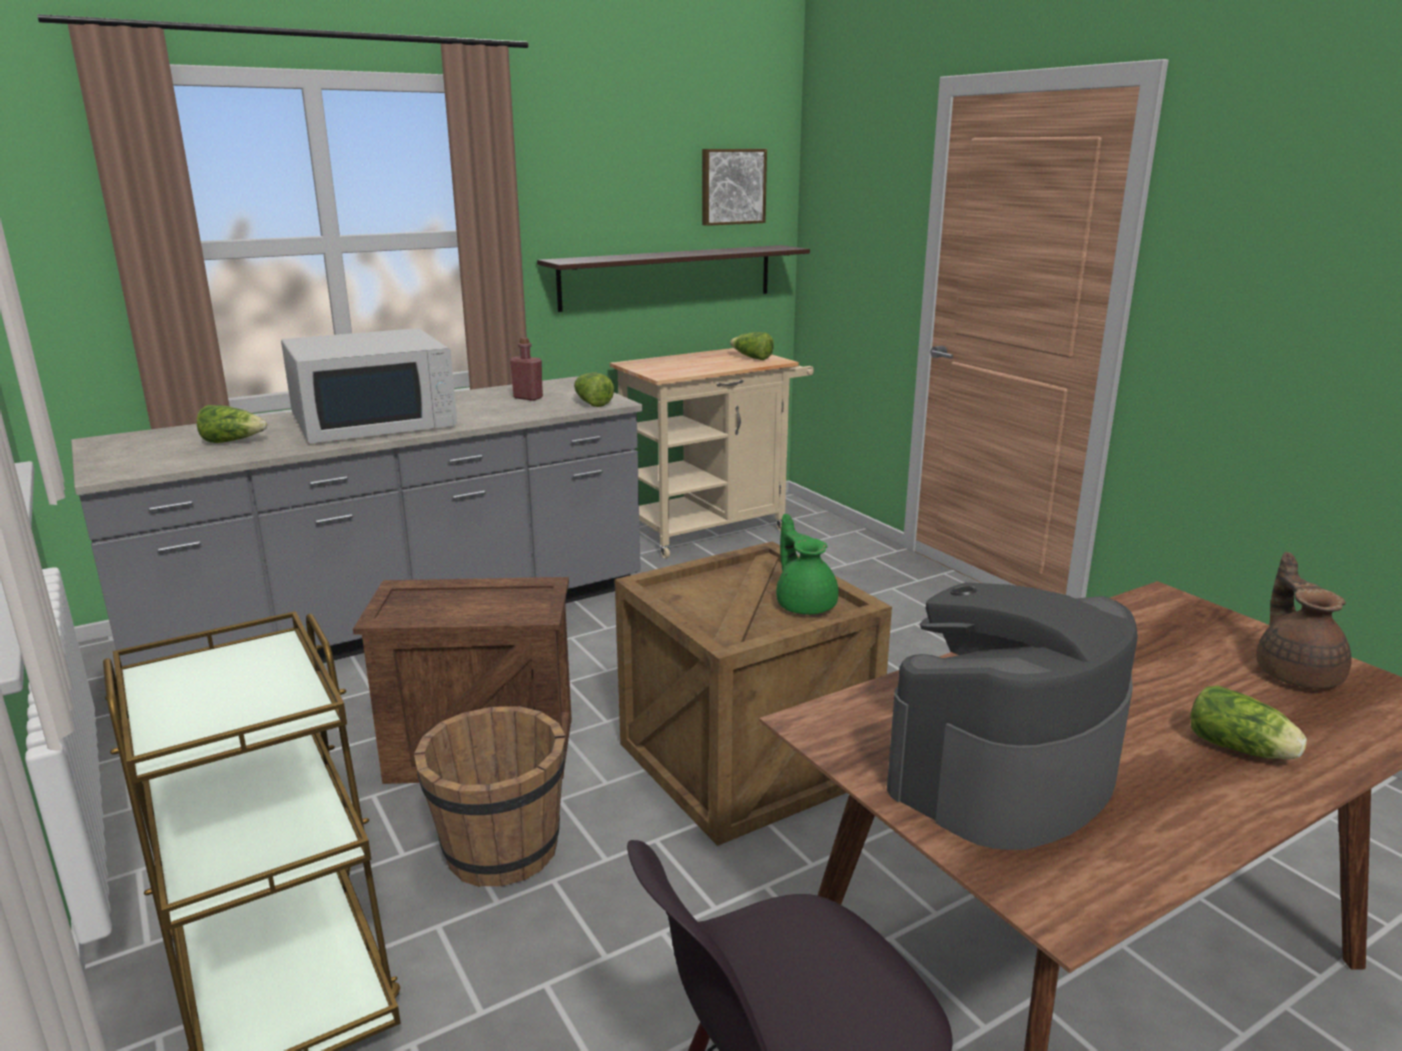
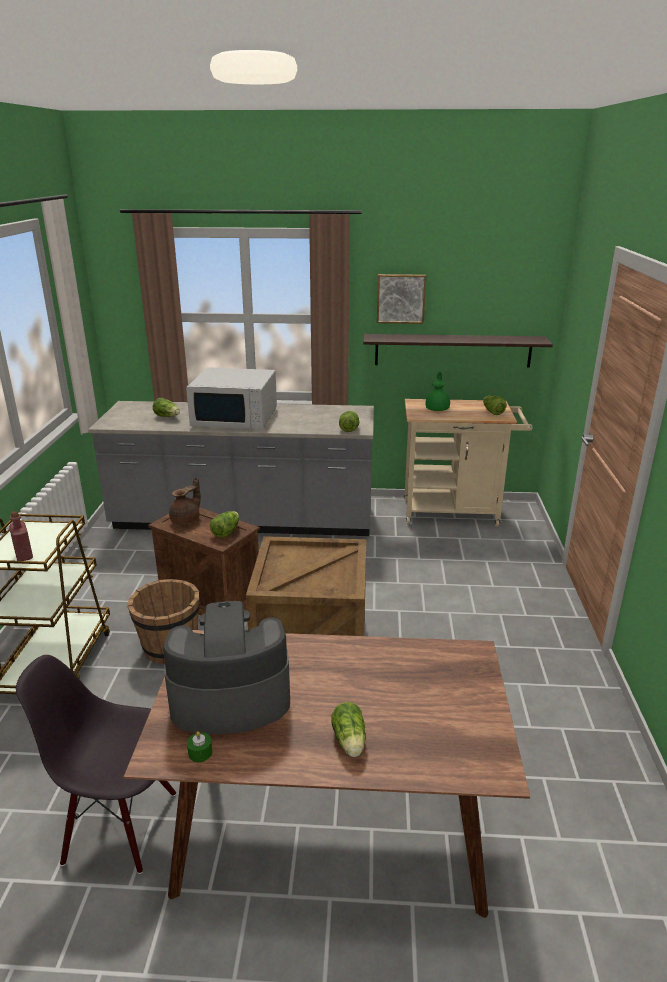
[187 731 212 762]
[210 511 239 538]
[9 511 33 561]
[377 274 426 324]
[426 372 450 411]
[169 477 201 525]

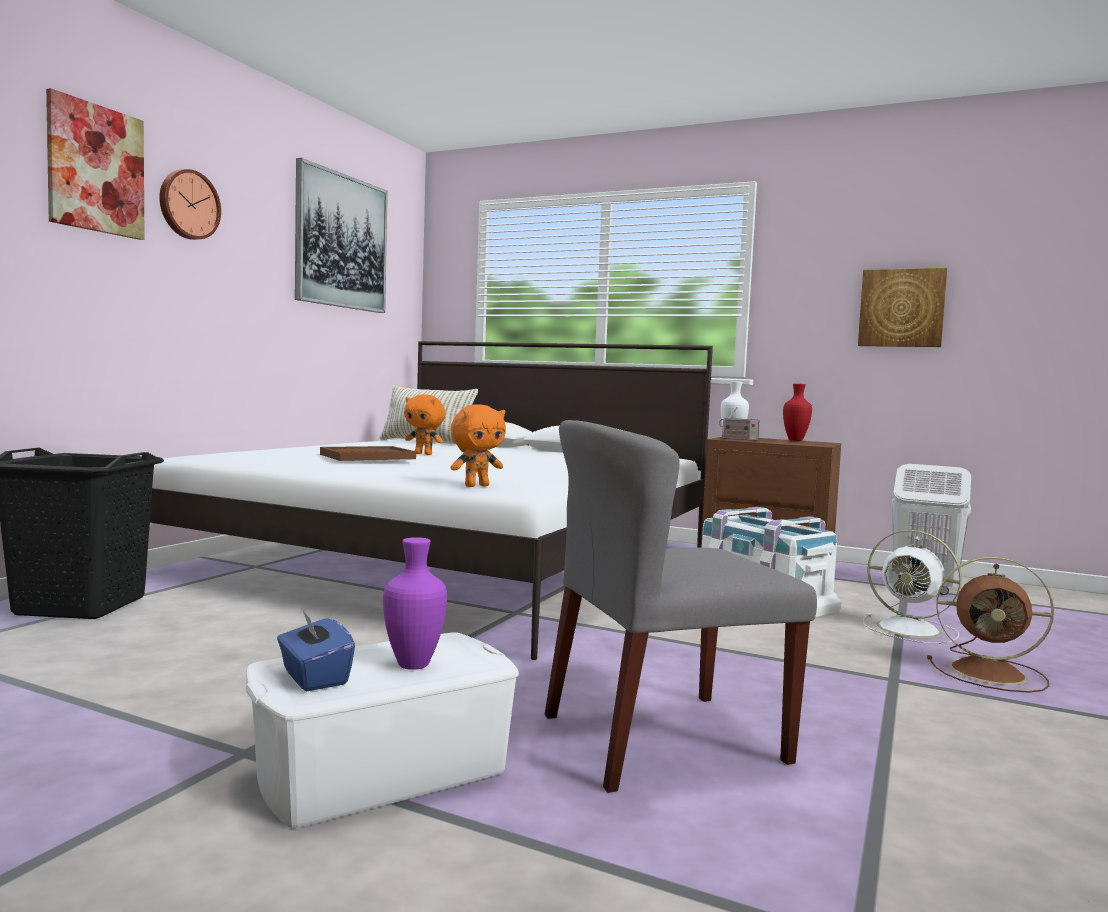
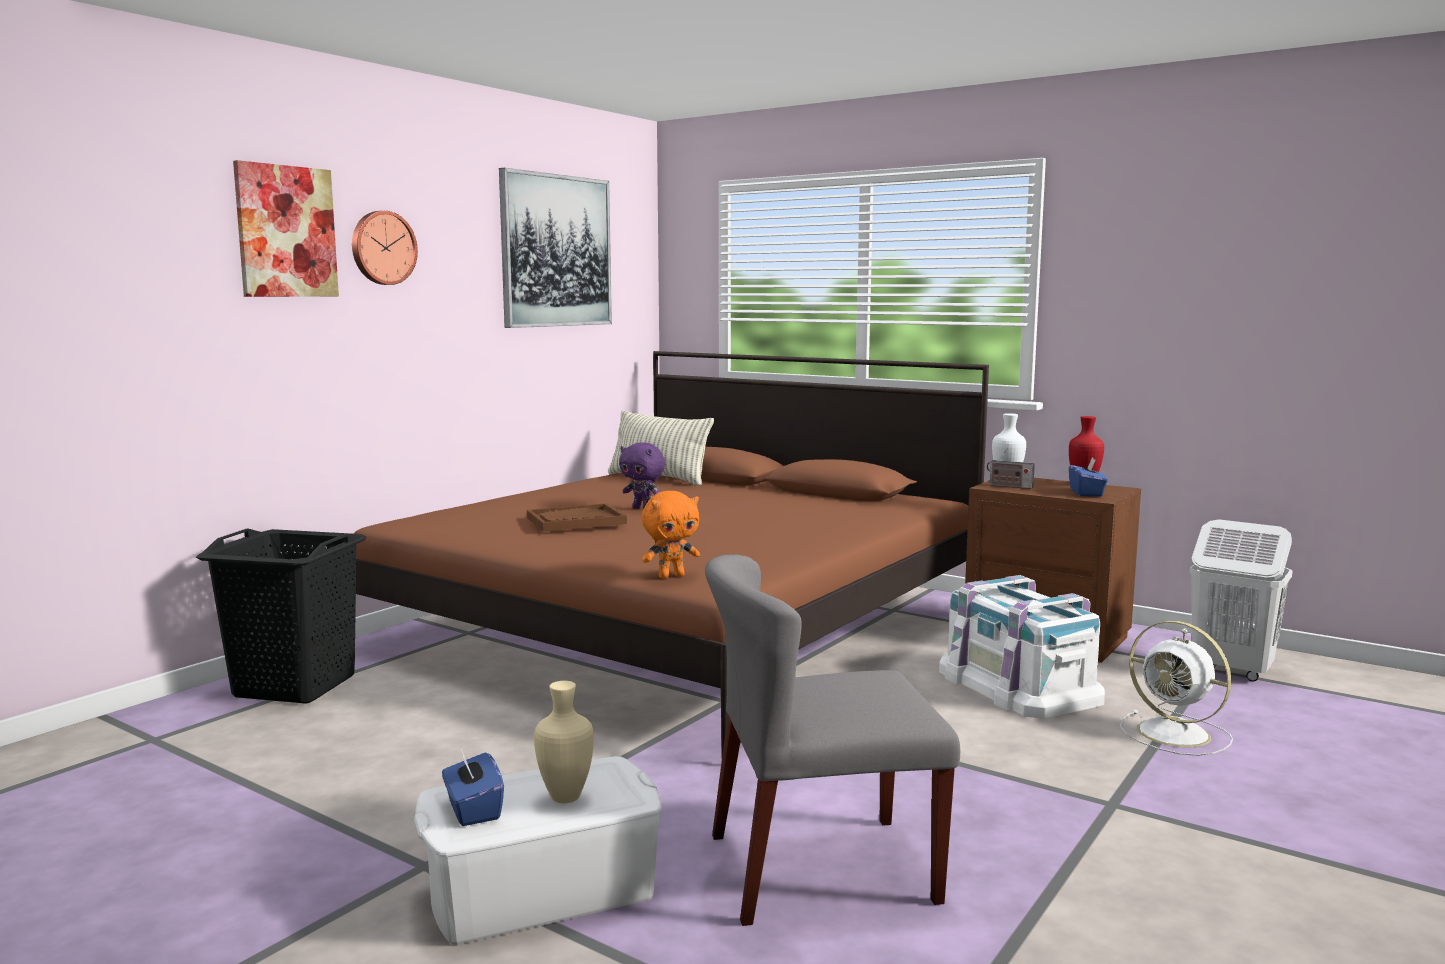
[858 268 948 347] (first image)
[927 557 1054 693] (first image)
[1069 458 1108 497]
[354 351 989 755]
[534 681 594 803]
[619 442 665 509]

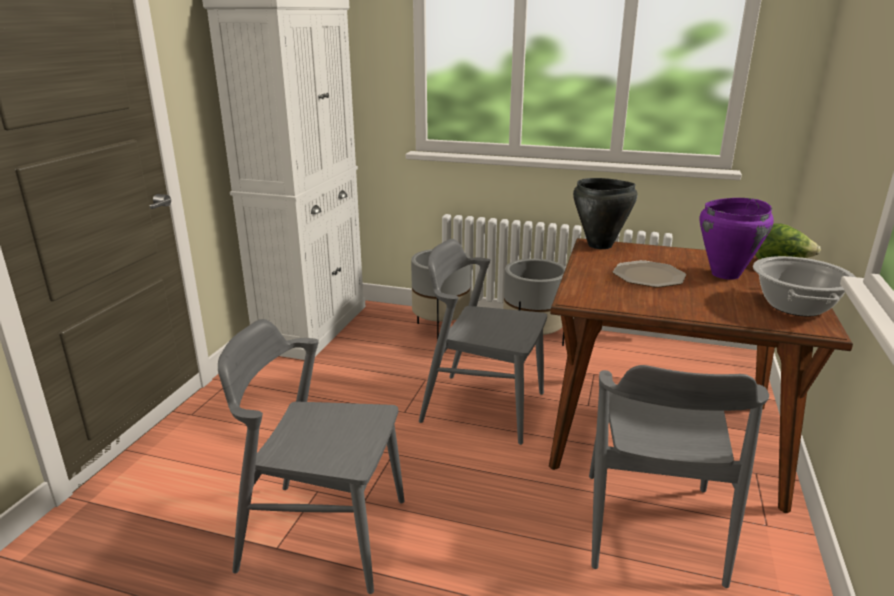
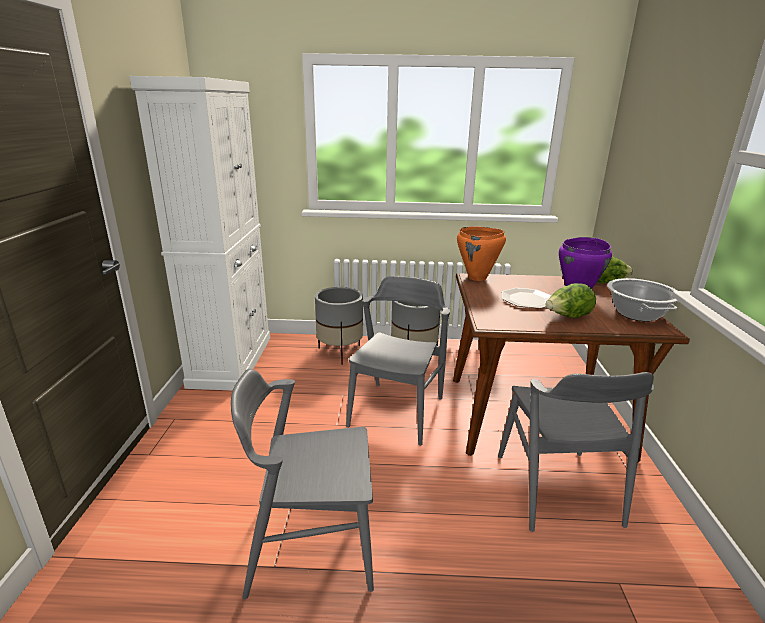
[546 283 596 318]
[457 226 506 281]
[346 276 450 446]

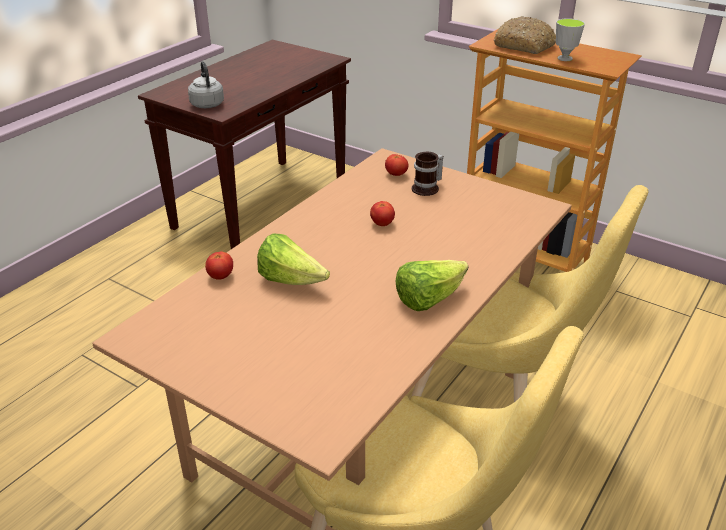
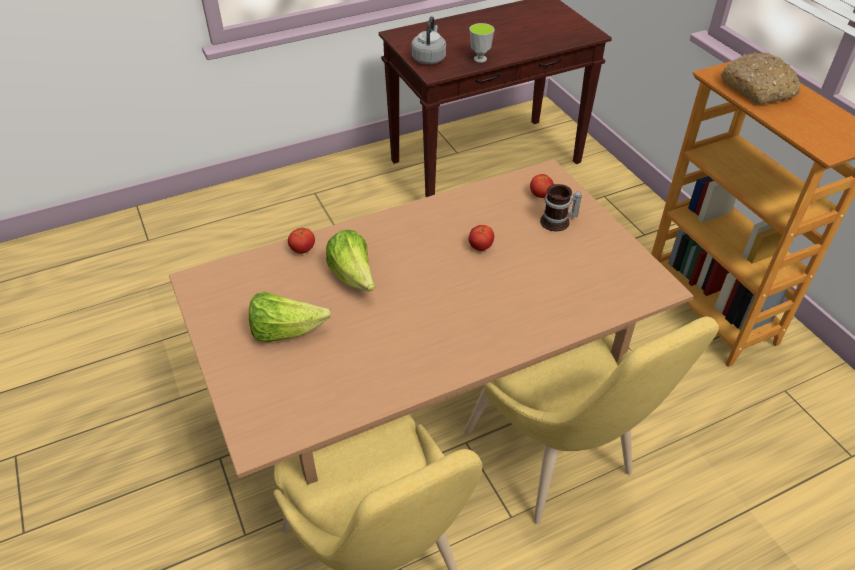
[249 292 331 342]
[470 23 494 63]

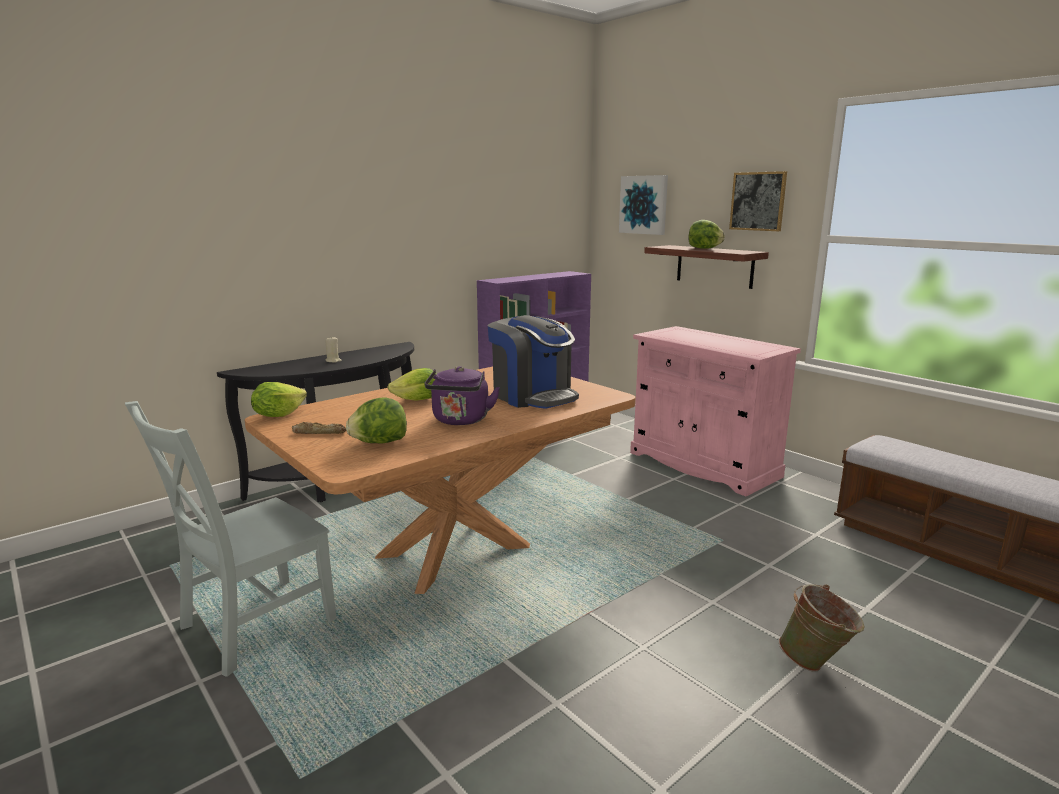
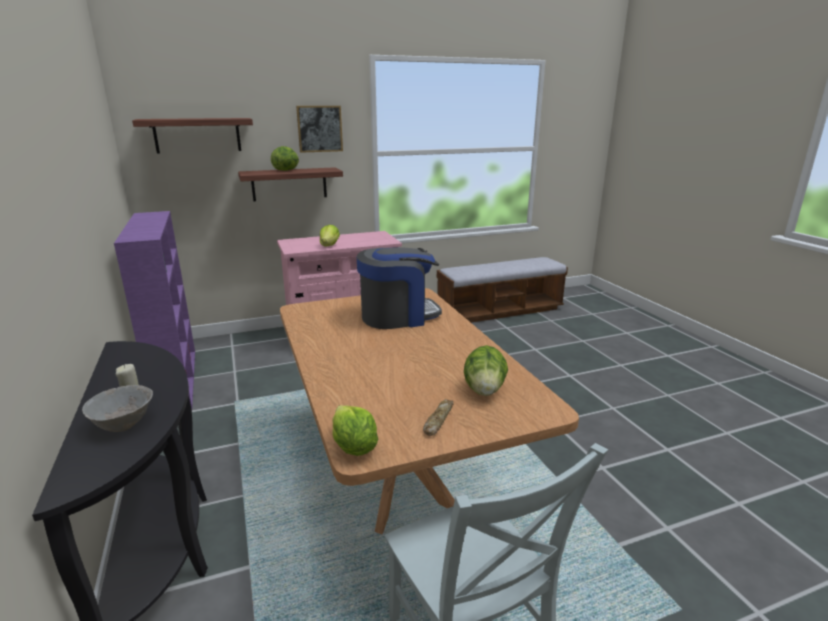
[425 366 500 425] (first image)
[779 584 865 672] (first image)
[82 385 153 432]
[320 225 340 246]
[132 118 253 153]

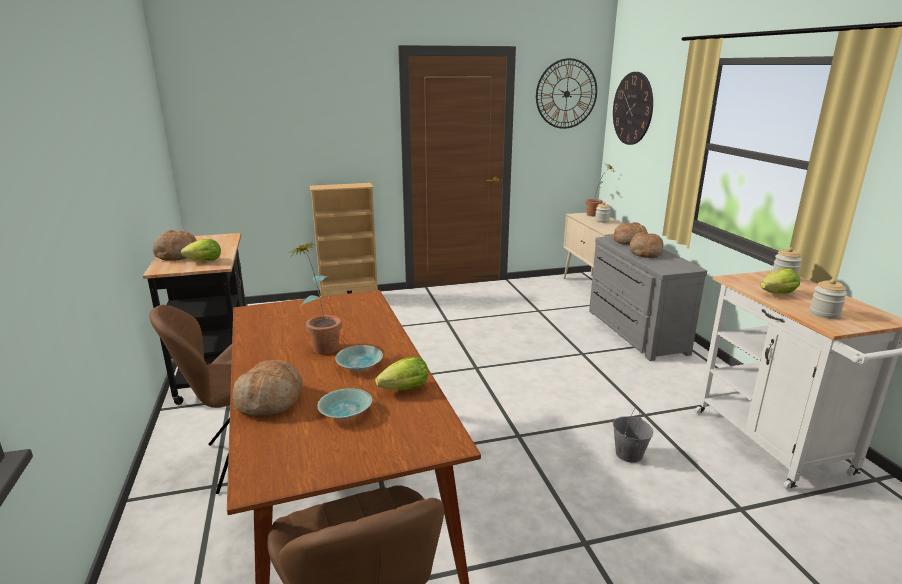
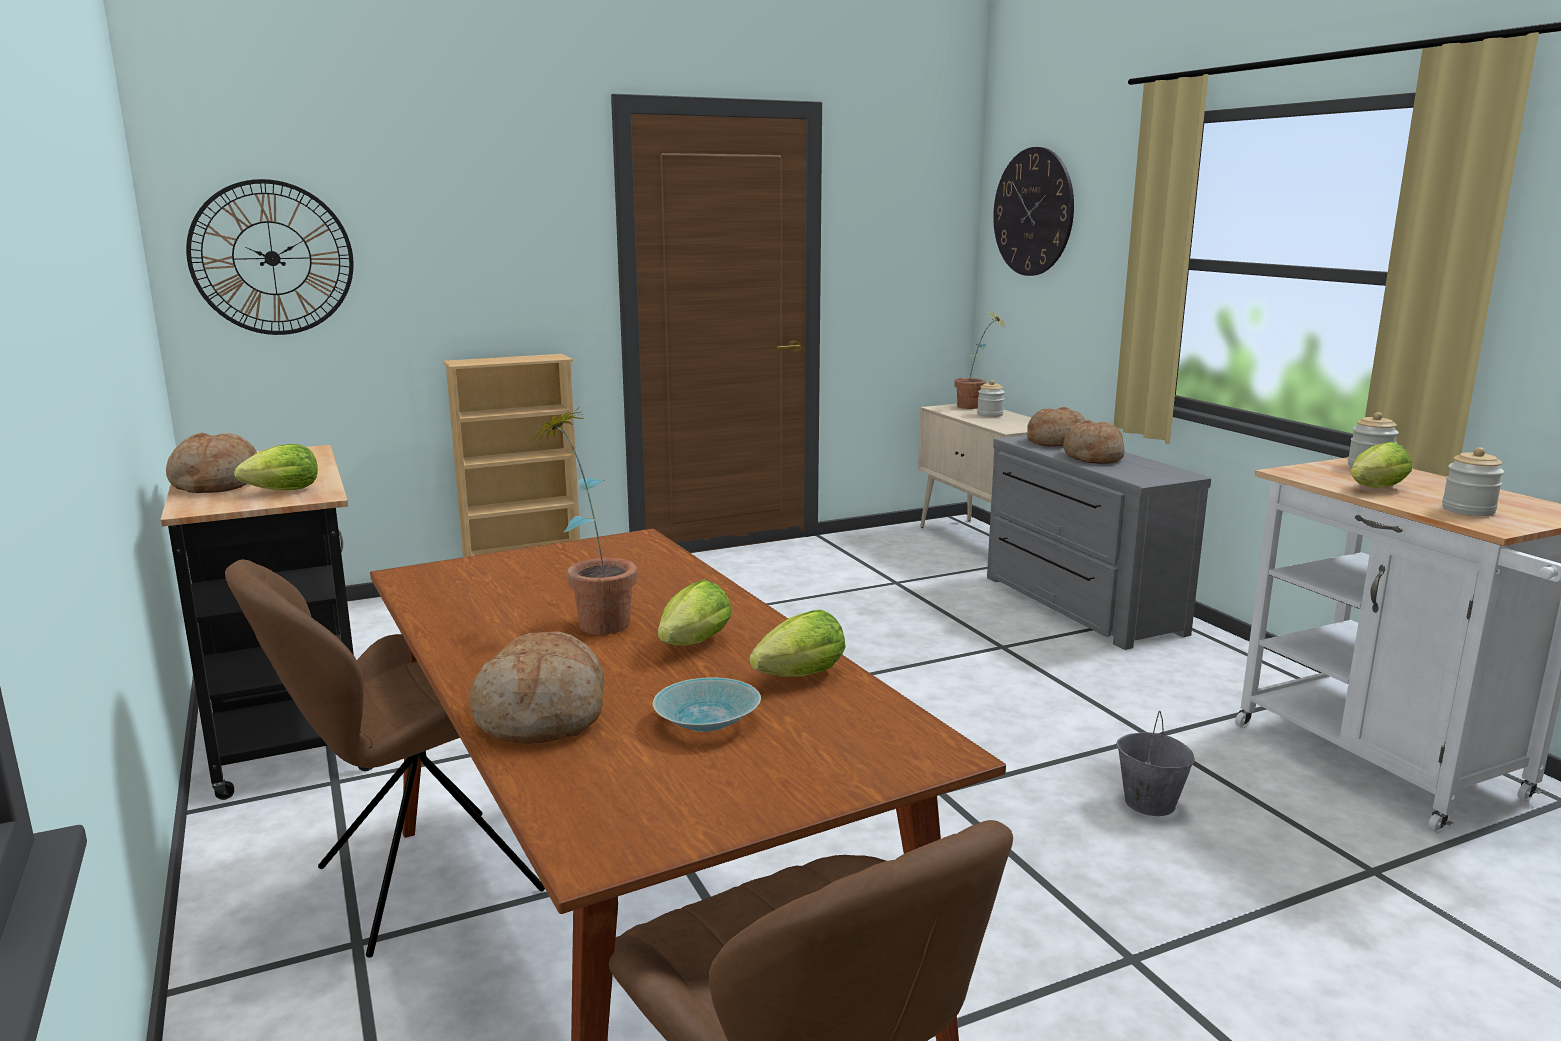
[186 179 354 335]
[658 579 732 646]

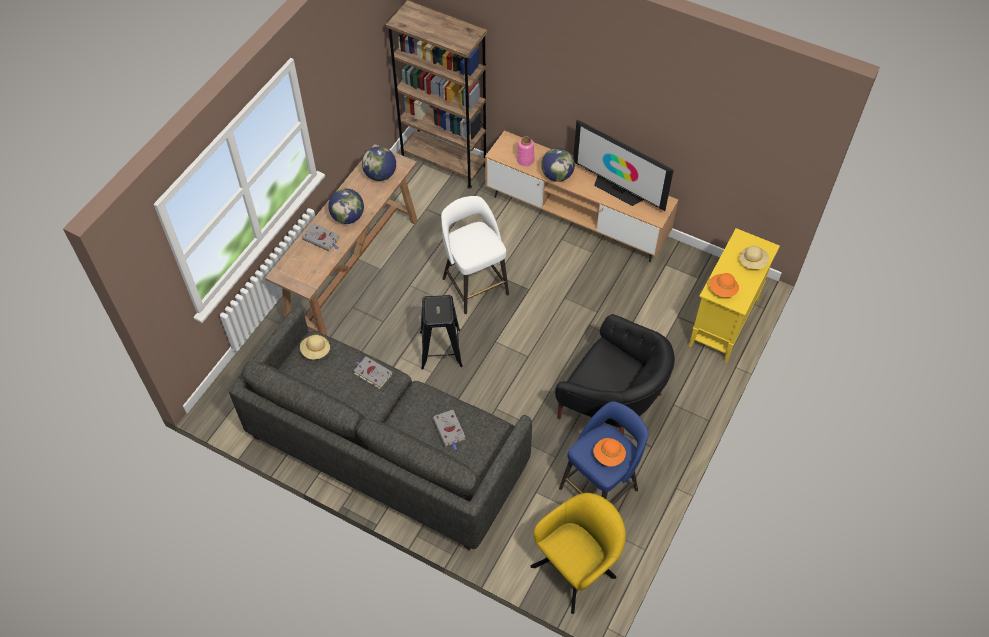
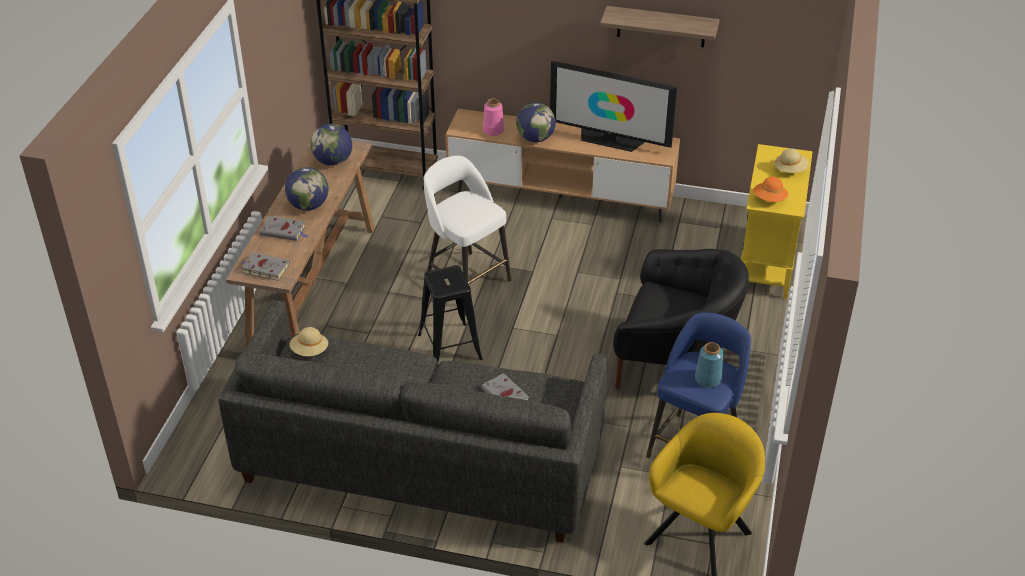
[600 6 720 47]
[241 253 290 281]
[695 342 723 387]

